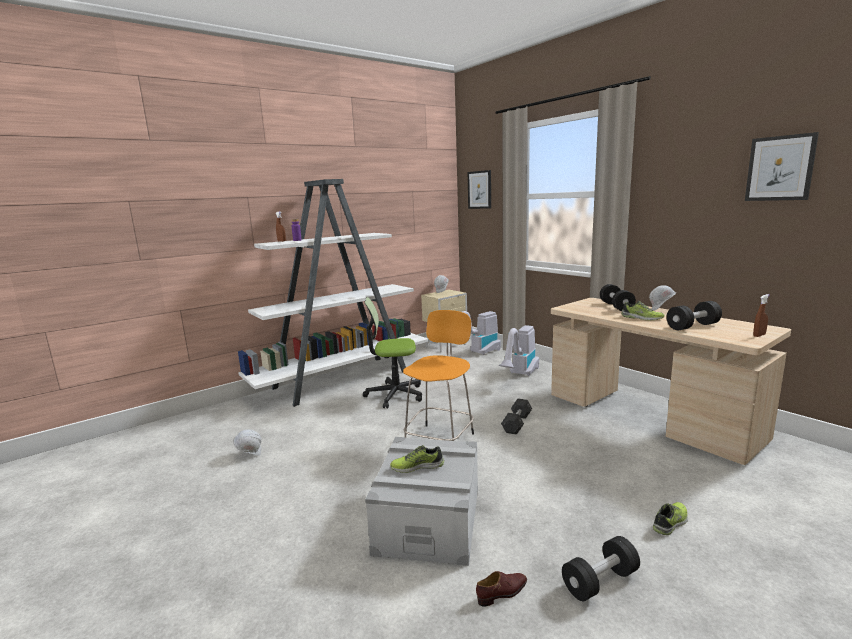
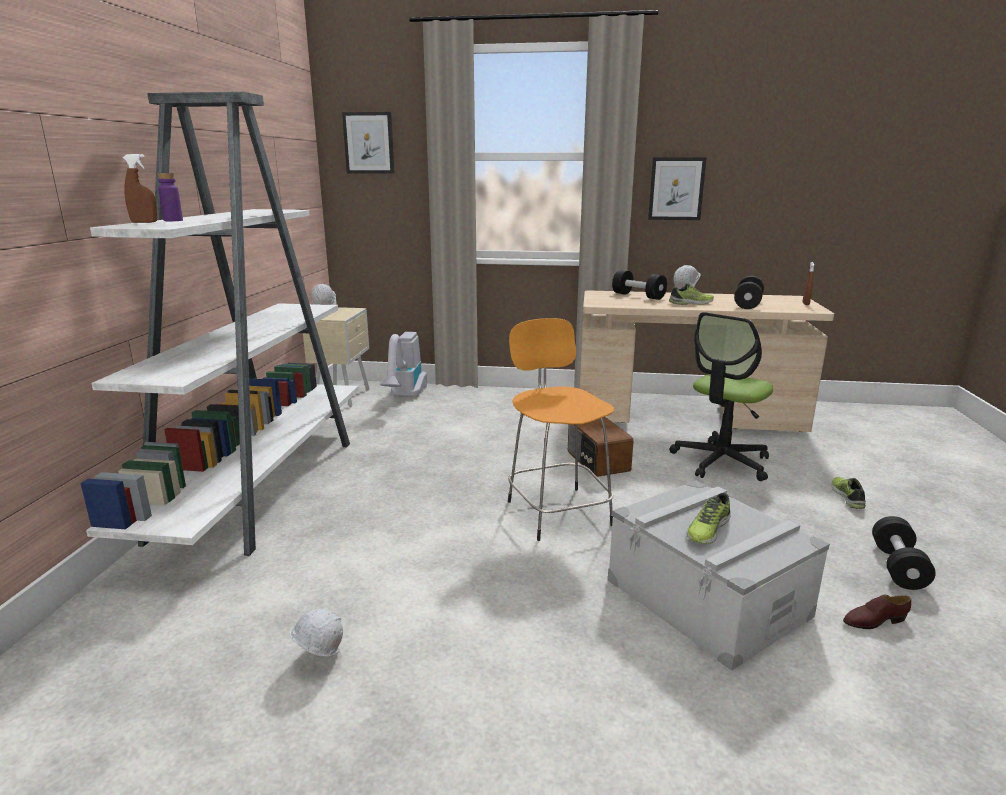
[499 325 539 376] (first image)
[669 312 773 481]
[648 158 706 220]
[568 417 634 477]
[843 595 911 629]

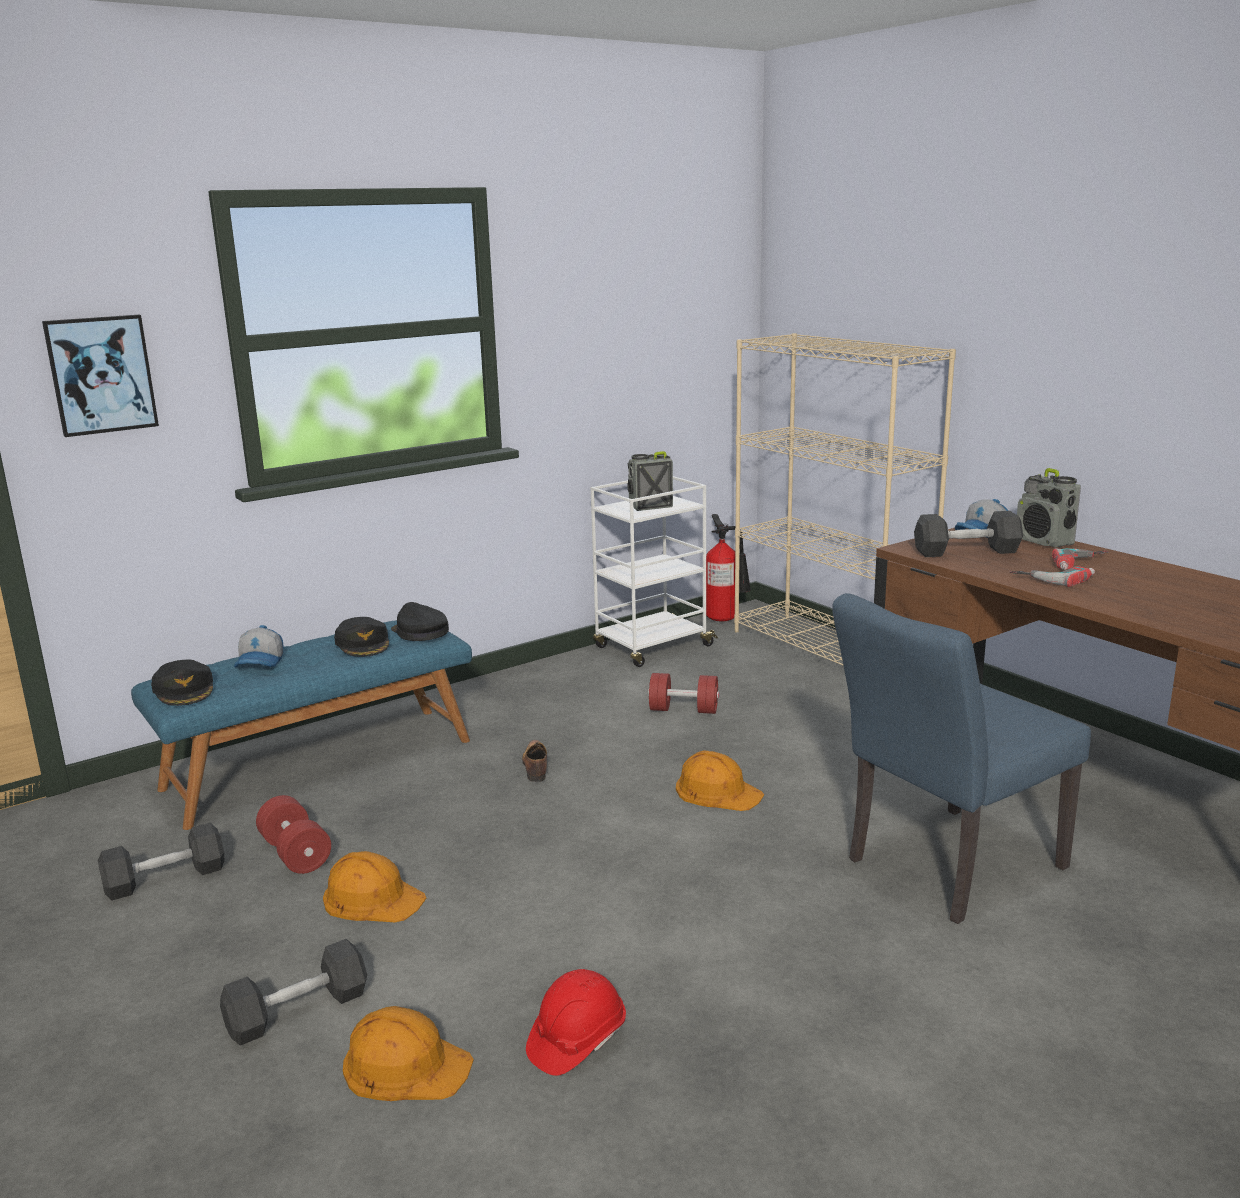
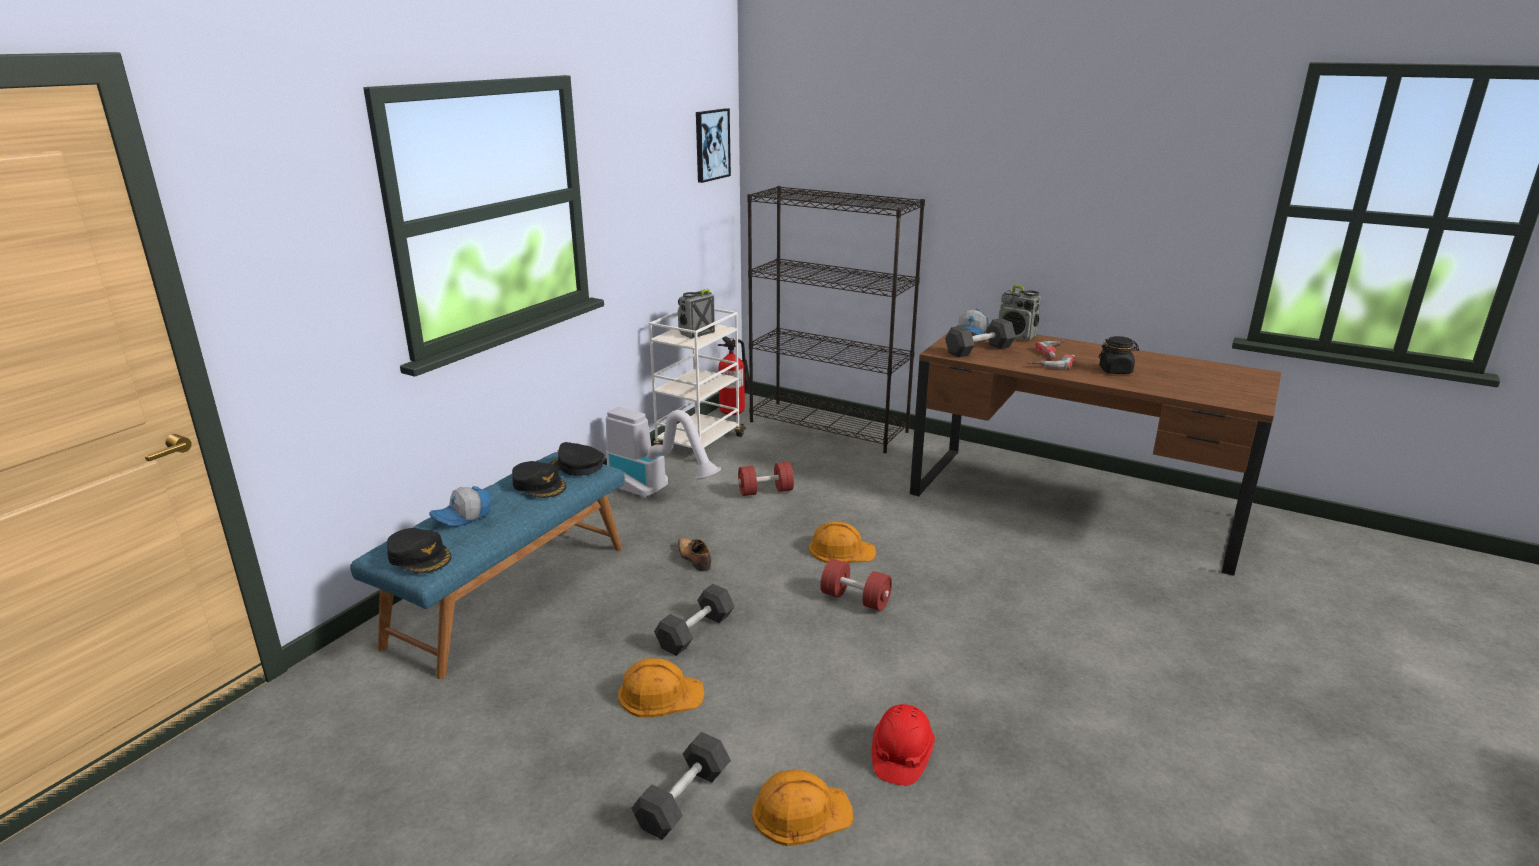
[832 593 1091 924] (first image)
[606 407 721 499]
[1099 336 1139 374]
[696 108 731 183]
[654 584 735 656]
[820 559 892 611]
[747 186 925 453]
[429 486 491 527]

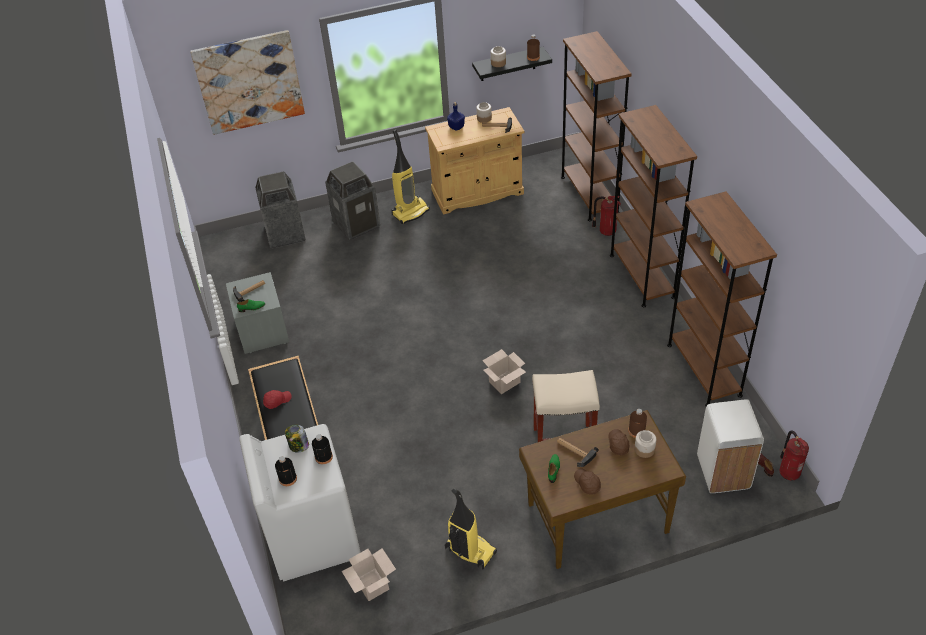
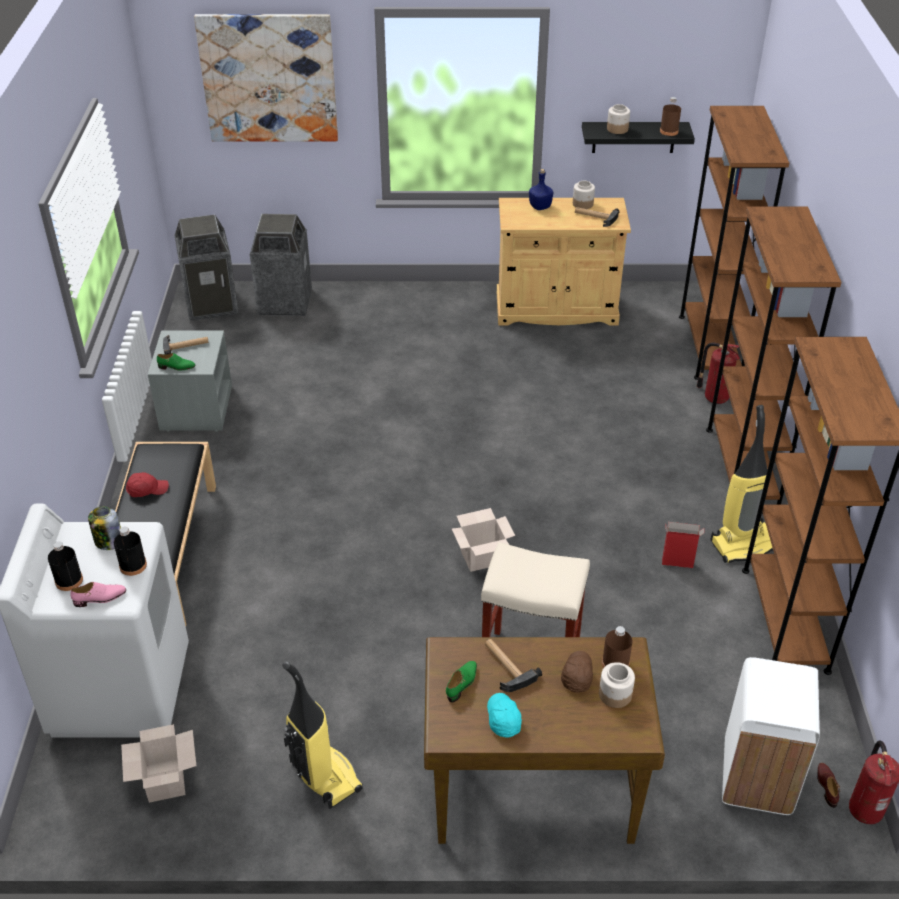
[70 582 126 607]
[662 522 704 568]
[174 215 238 321]
[710 405 773 563]
[487 693 522 738]

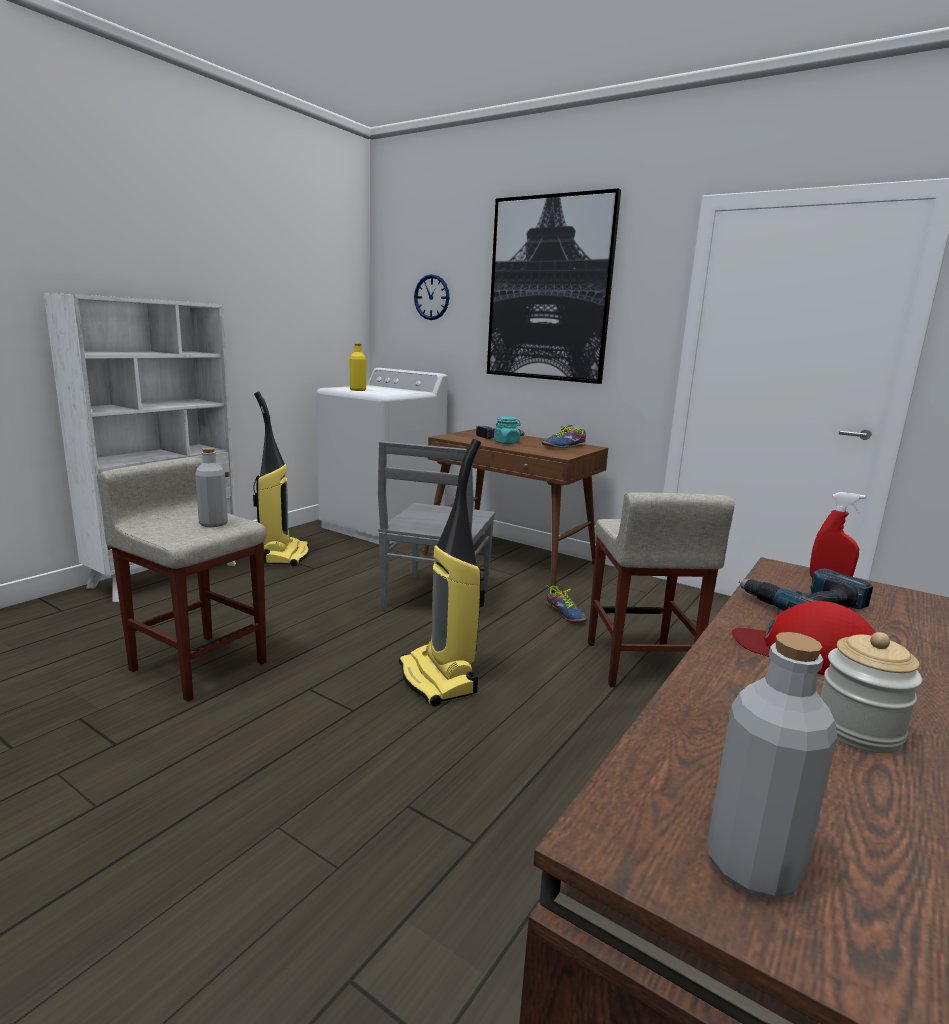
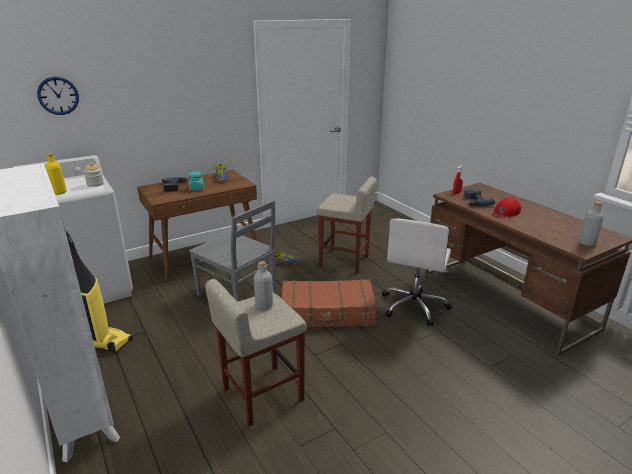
[487 188 621 384] (first image)
[382 219 452 326]
[84 163 104 187]
[282 279 377 328]

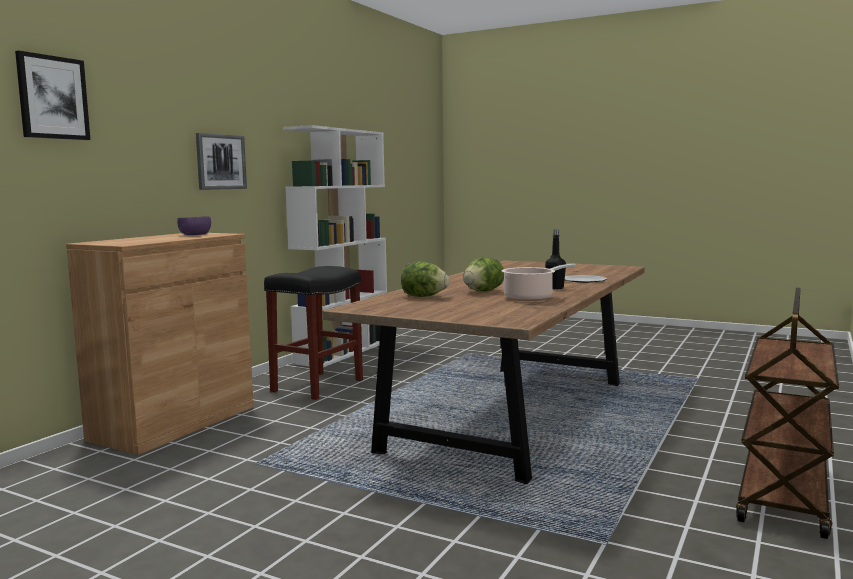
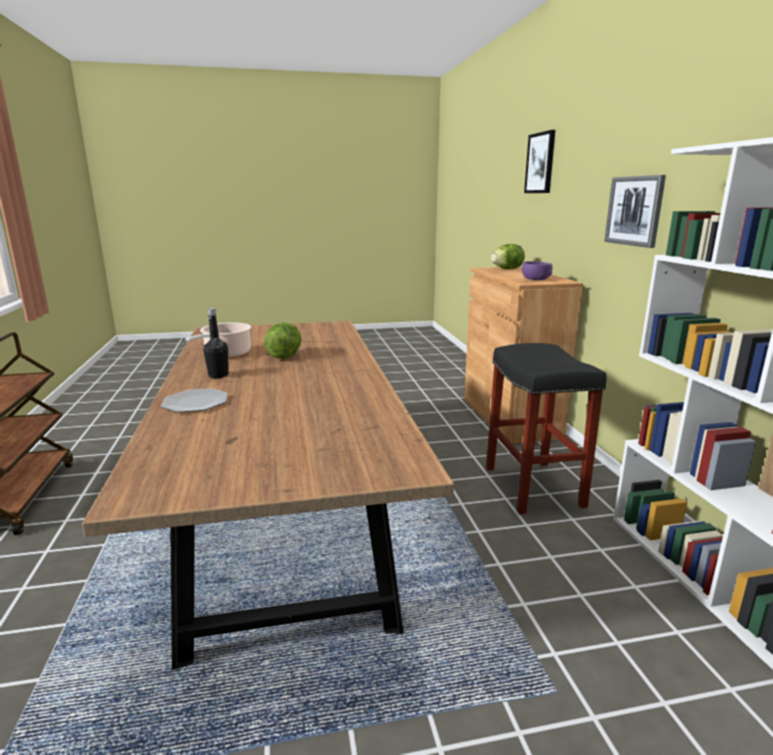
[491 244 525 269]

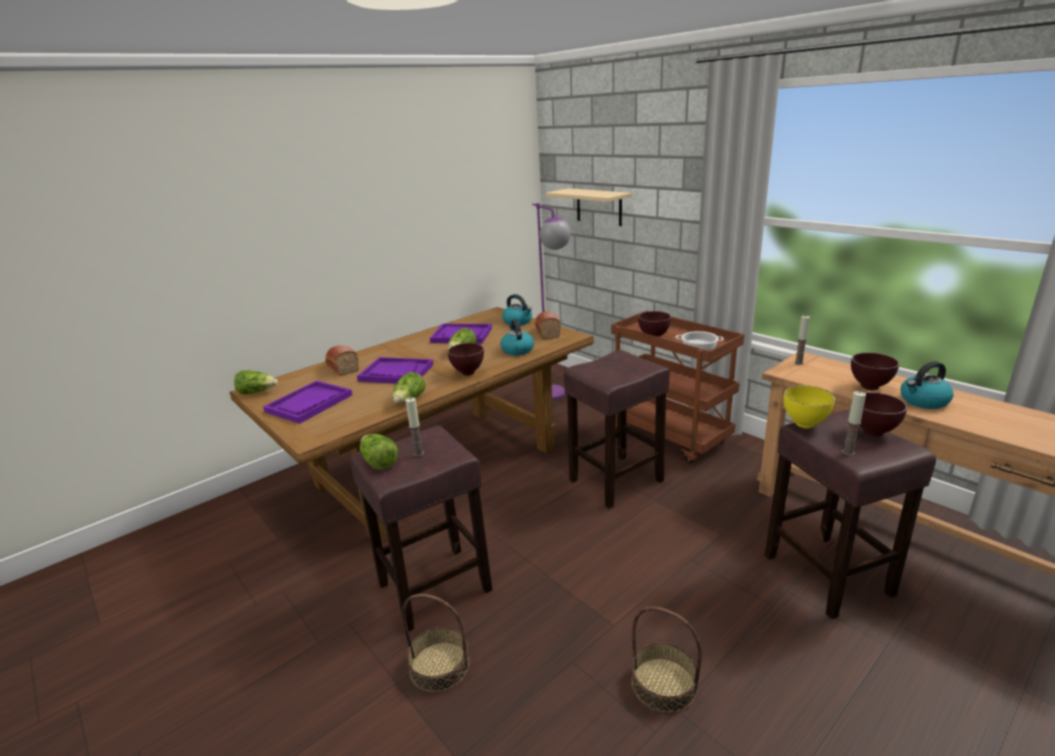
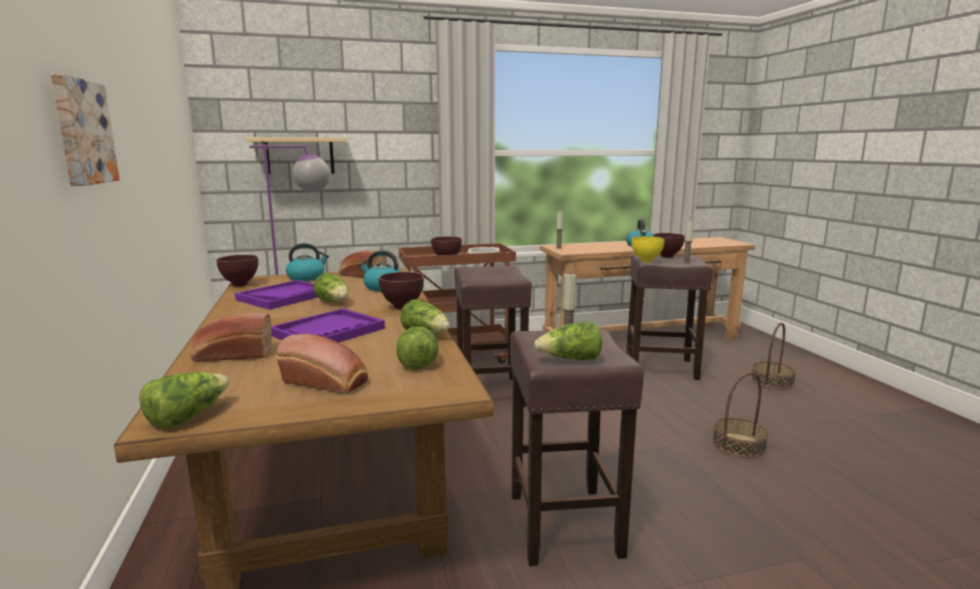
[50 74 120 186]
[396 326 439 370]
[751 323 796 389]
[216 255 258 287]
[277 334 368 394]

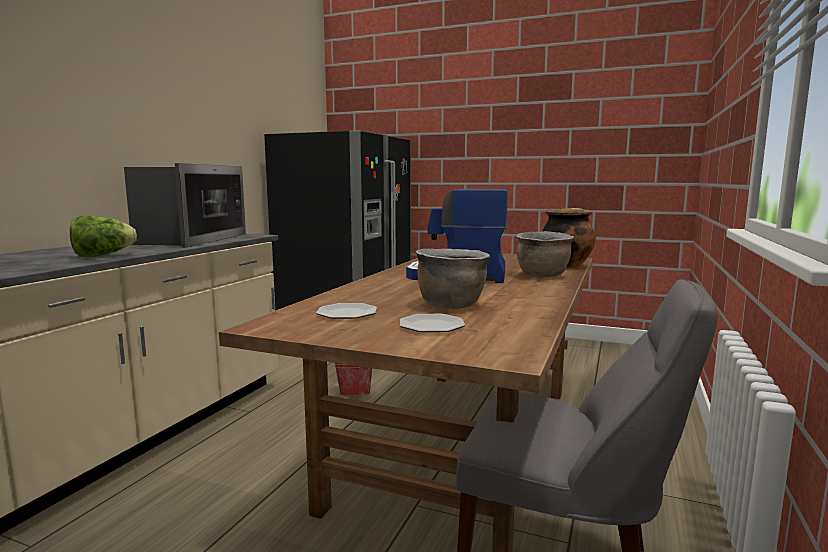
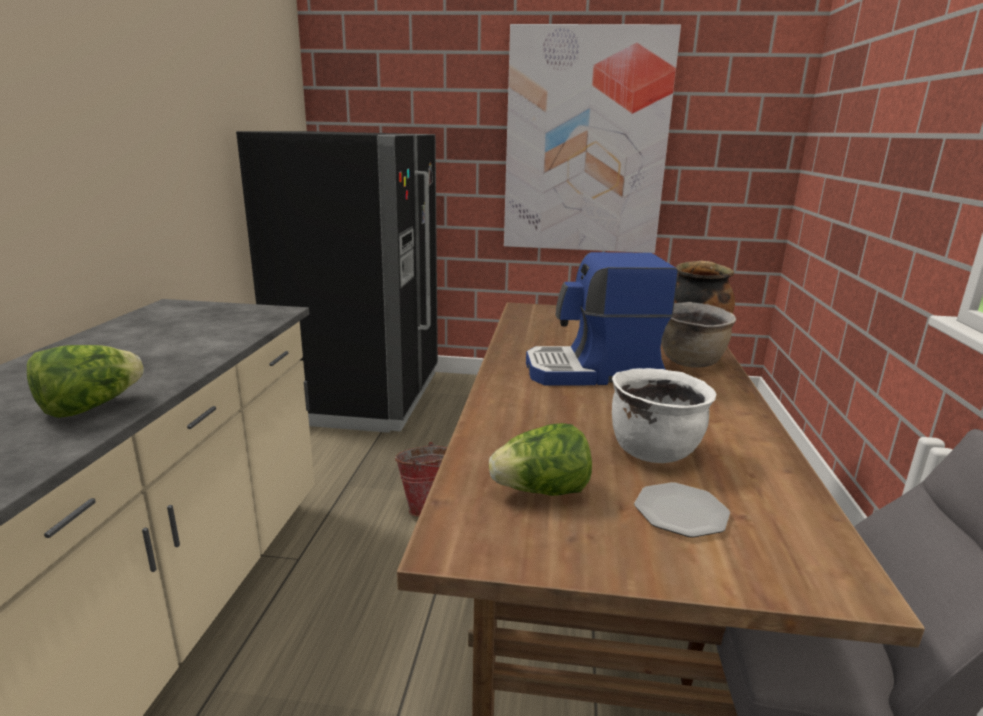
[124 163 246 248] (first image)
[504 24 681 253]
[489 423 592 496]
[612 368 716 463]

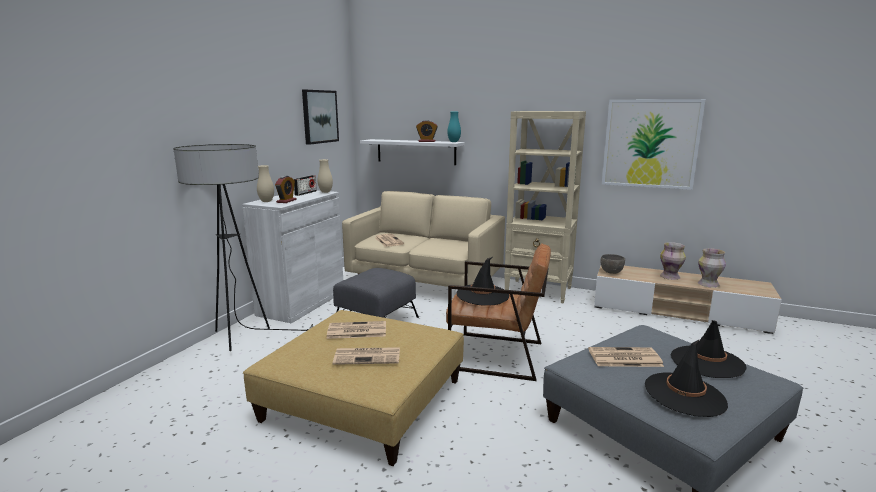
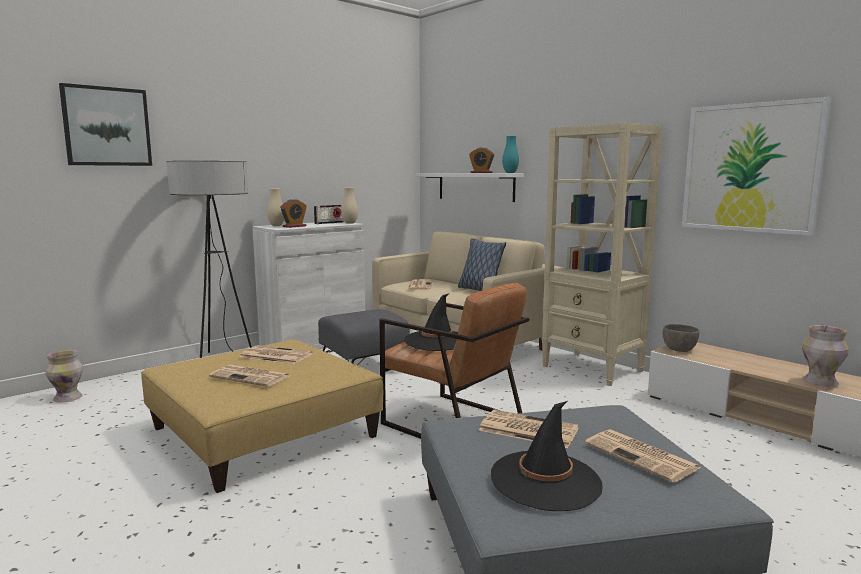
[458 238 506 291]
[59 83 152 166]
[45 350 83 403]
[585 429 701 483]

